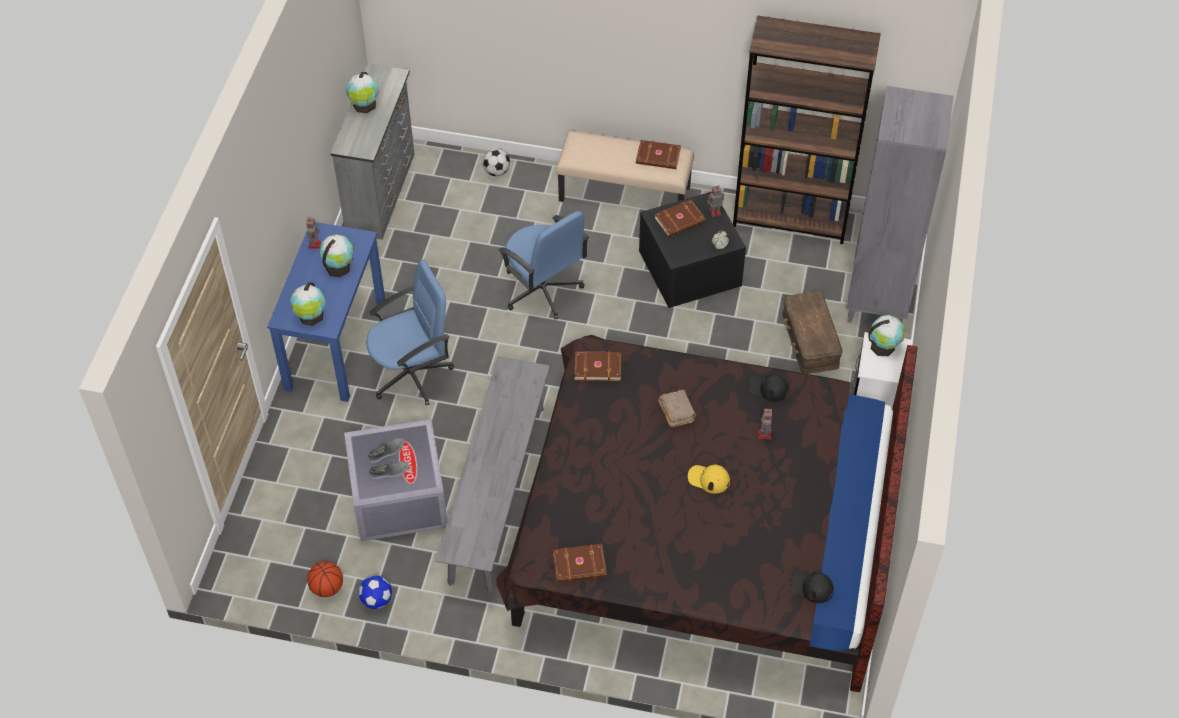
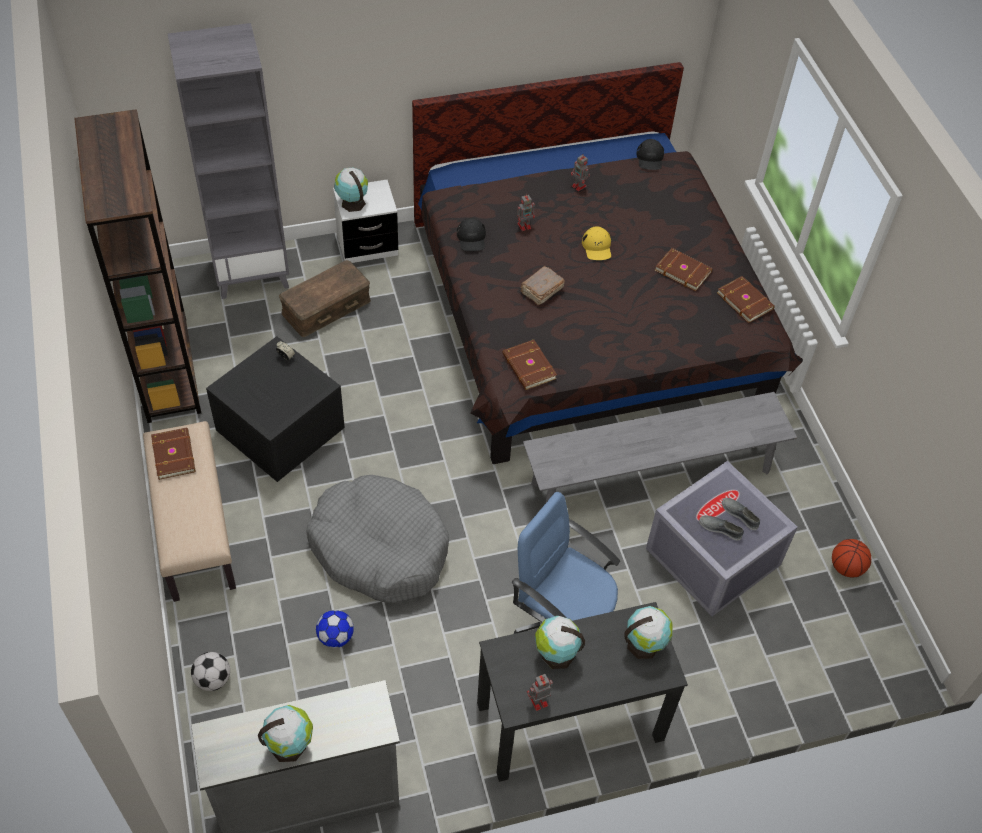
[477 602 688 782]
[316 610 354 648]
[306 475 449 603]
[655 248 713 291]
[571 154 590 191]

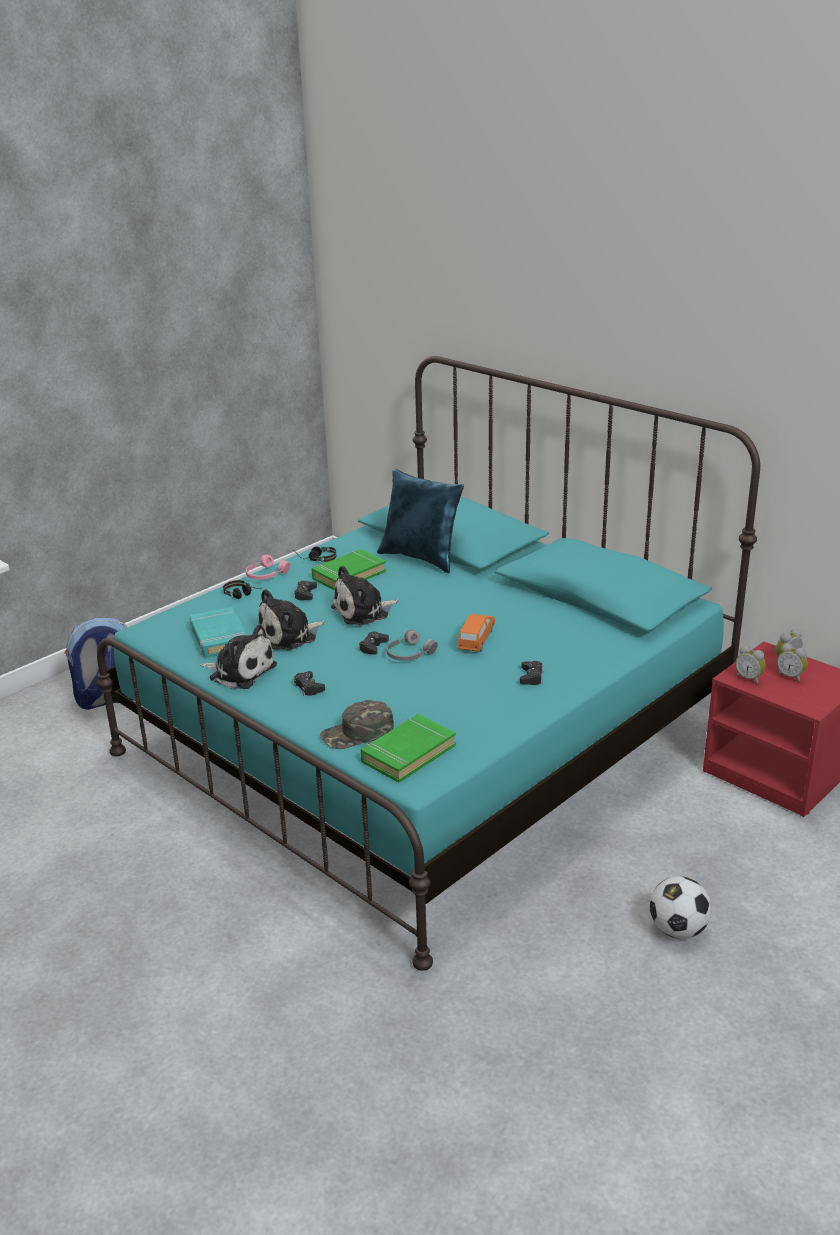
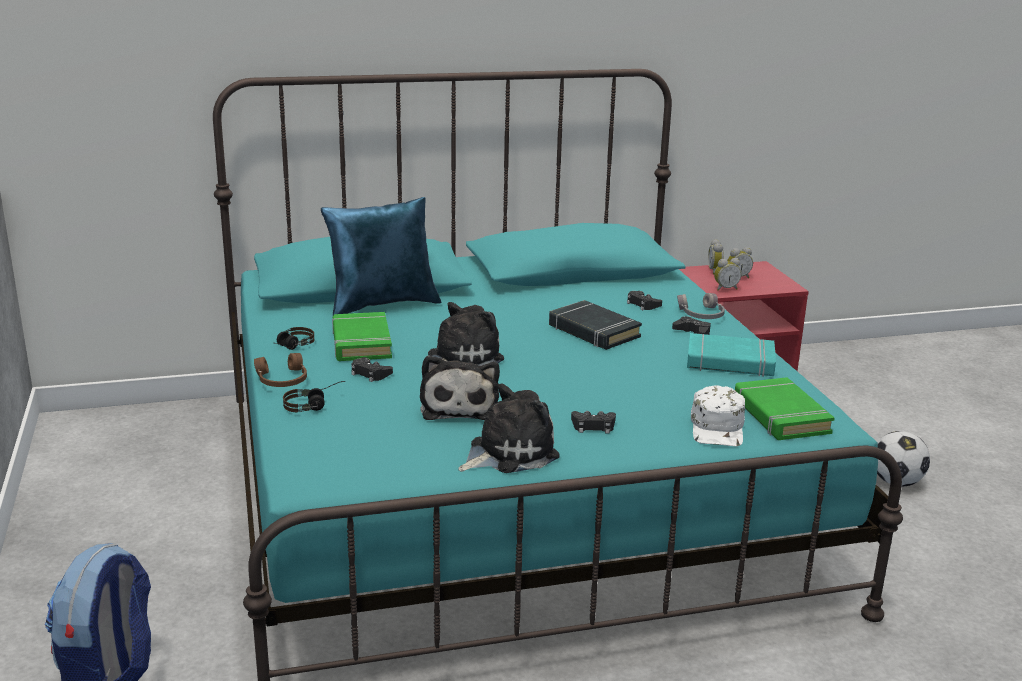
[687 333 776 377]
[254 353 307 387]
[691 385 745 447]
[428 302 504 366]
[627 291 662 310]
[677 293 725 319]
[549 300 642 350]

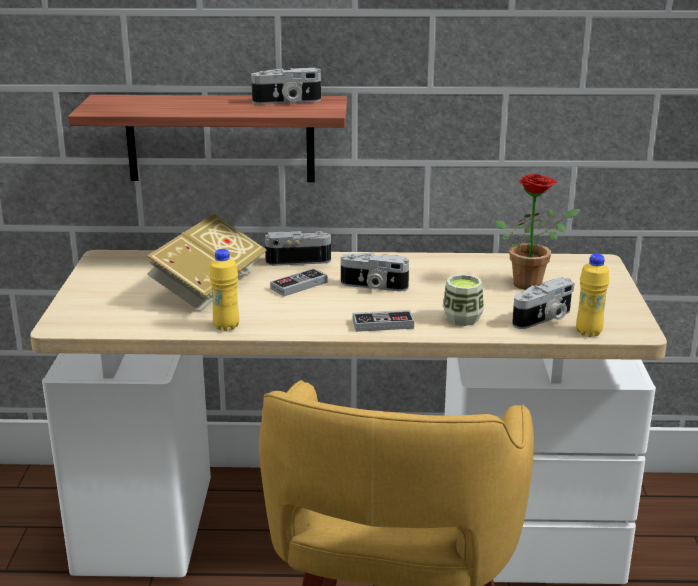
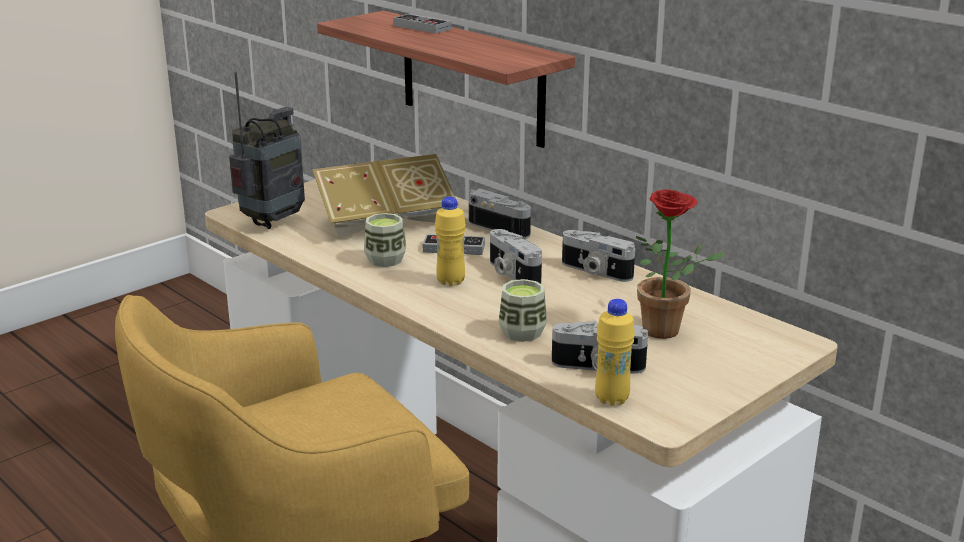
[435 196 466 286]
[562 230 635 282]
[393 14 451 34]
[229 72 305 229]
[364 213 406 267]

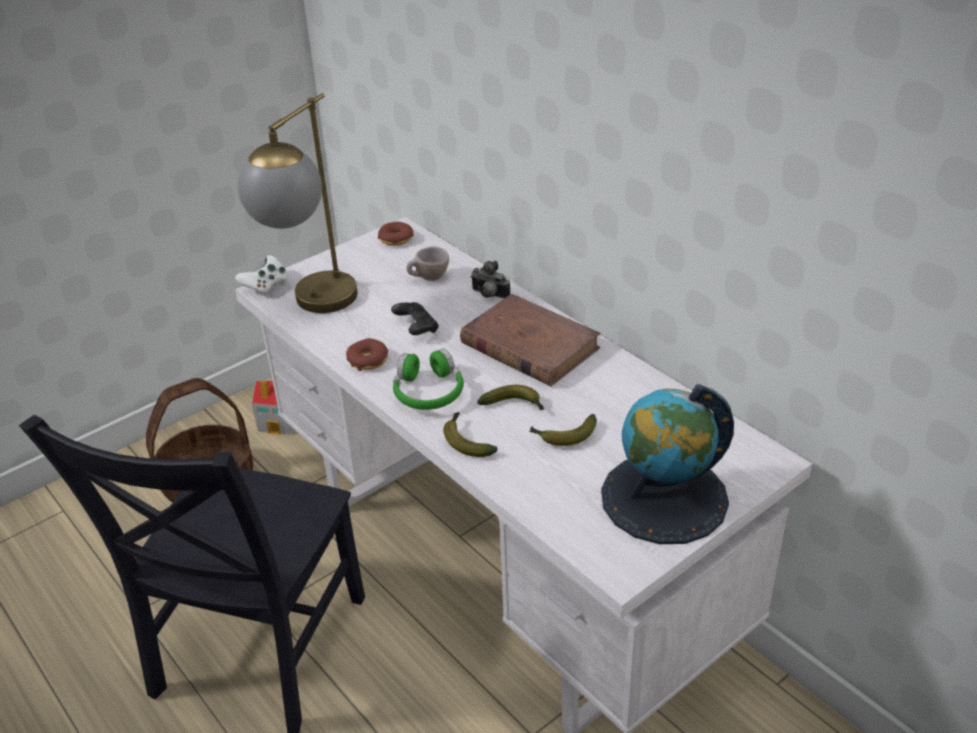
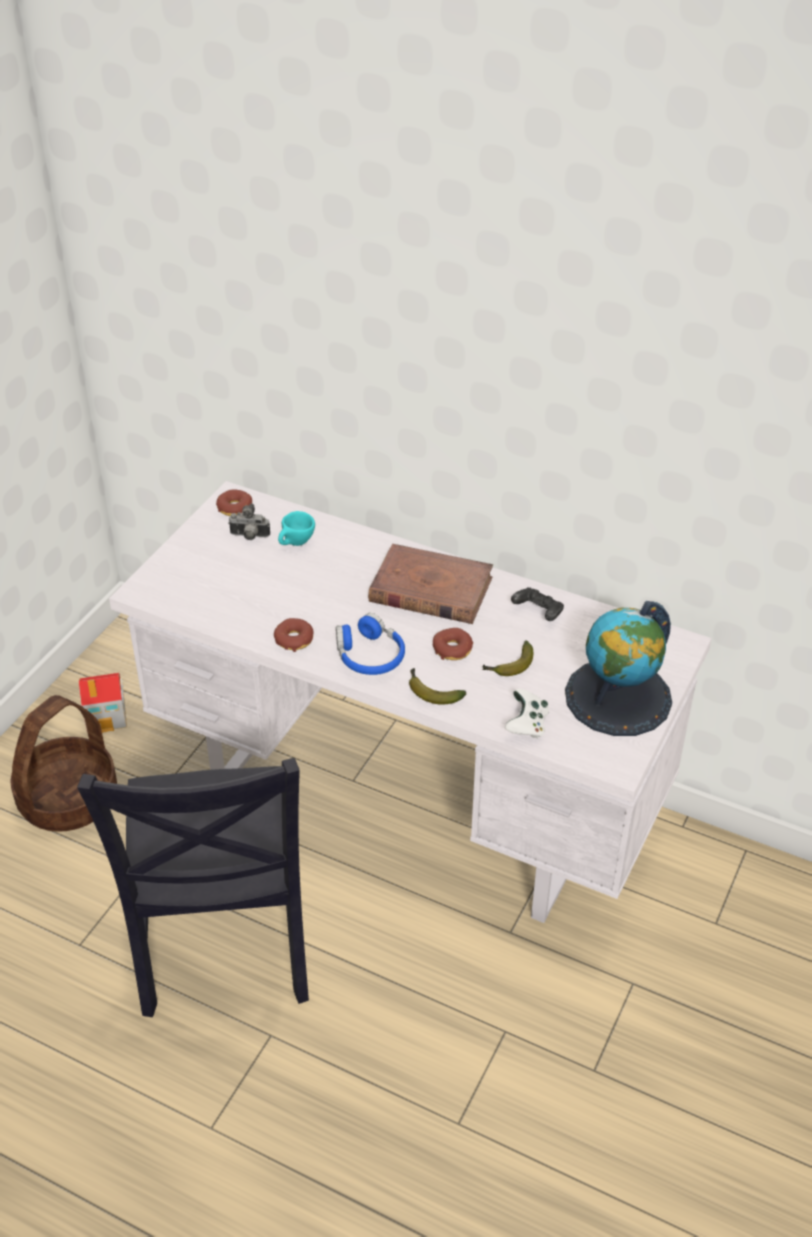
[505 689 549 739]
[237 93 357 313] (first image)
[511 587 564 621]
[336 613 405 675]
[278 511 315 546]
[228 504 270 540]
[433 628 473 660]

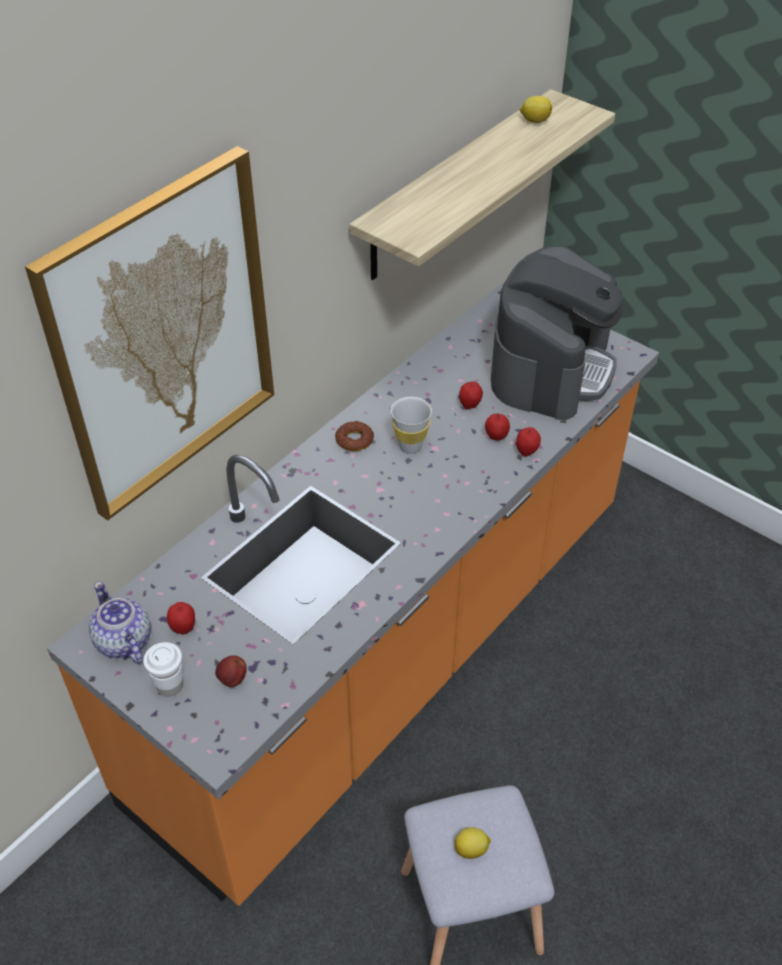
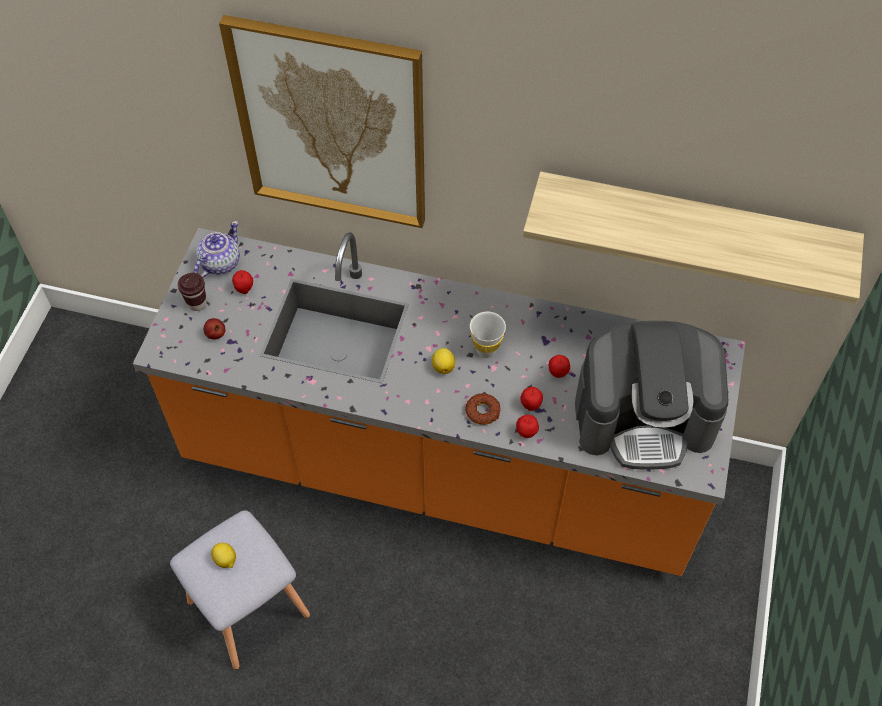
[177 273 207 311]
[465 393 501 425]
[432 348 455 374]

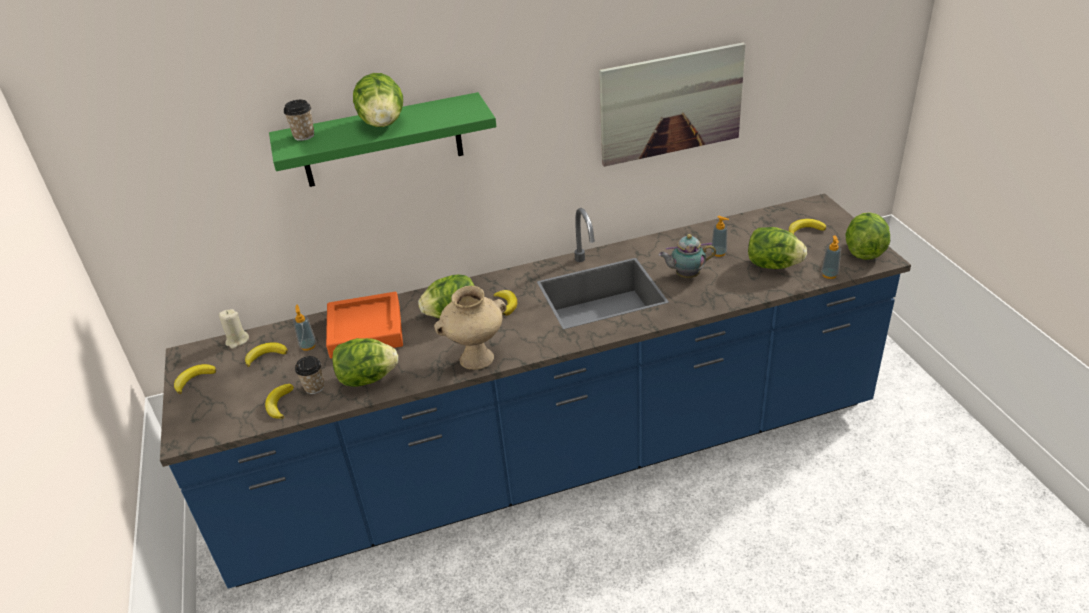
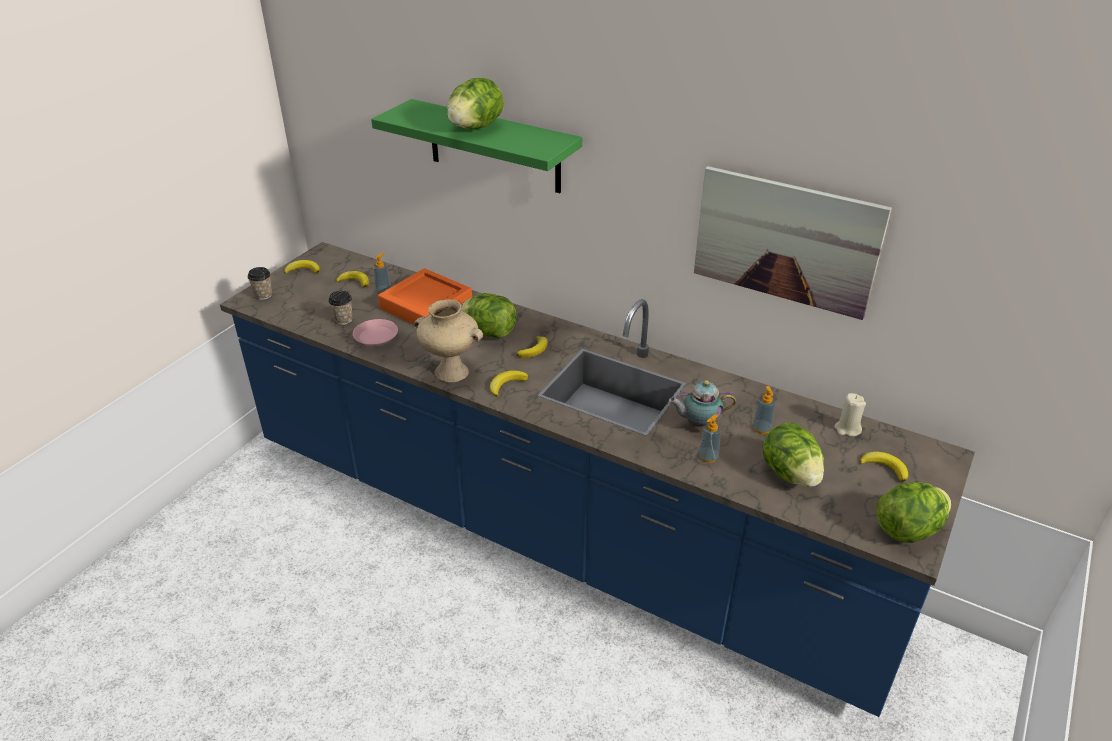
[834 393 866 437]
[490 370 528 397]
[248 267 272 300]
[353 319 398 346]
[669 380 736 430]
[699 414 721 463]

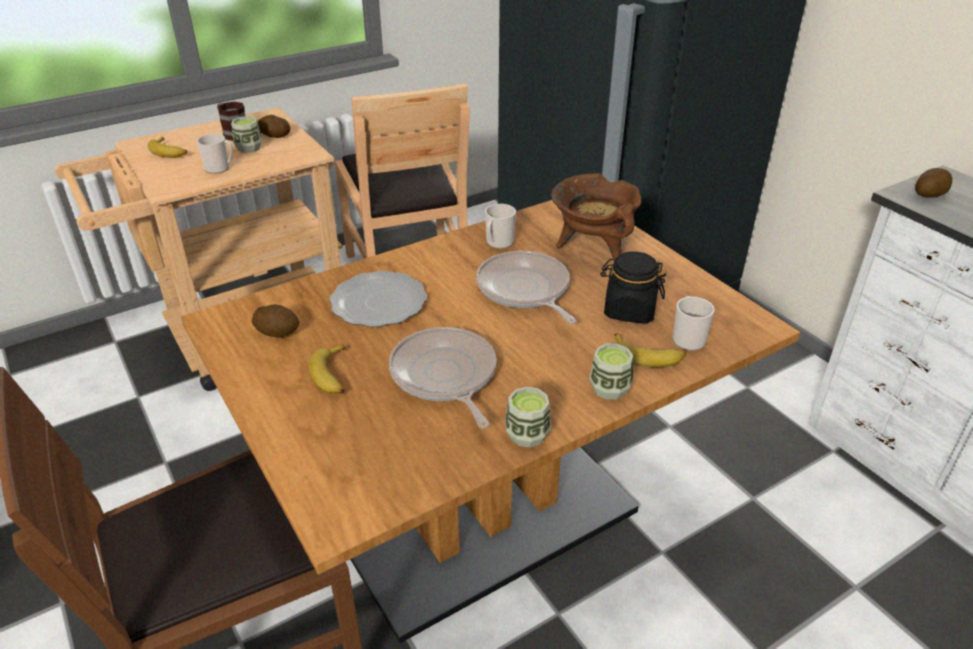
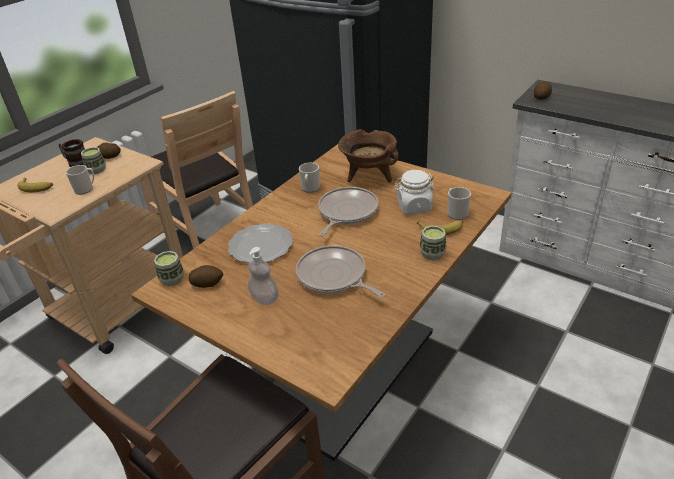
[248 247 278 305]
[318 187 379 236]
[154 251 184 286]
[394 170 435 214]

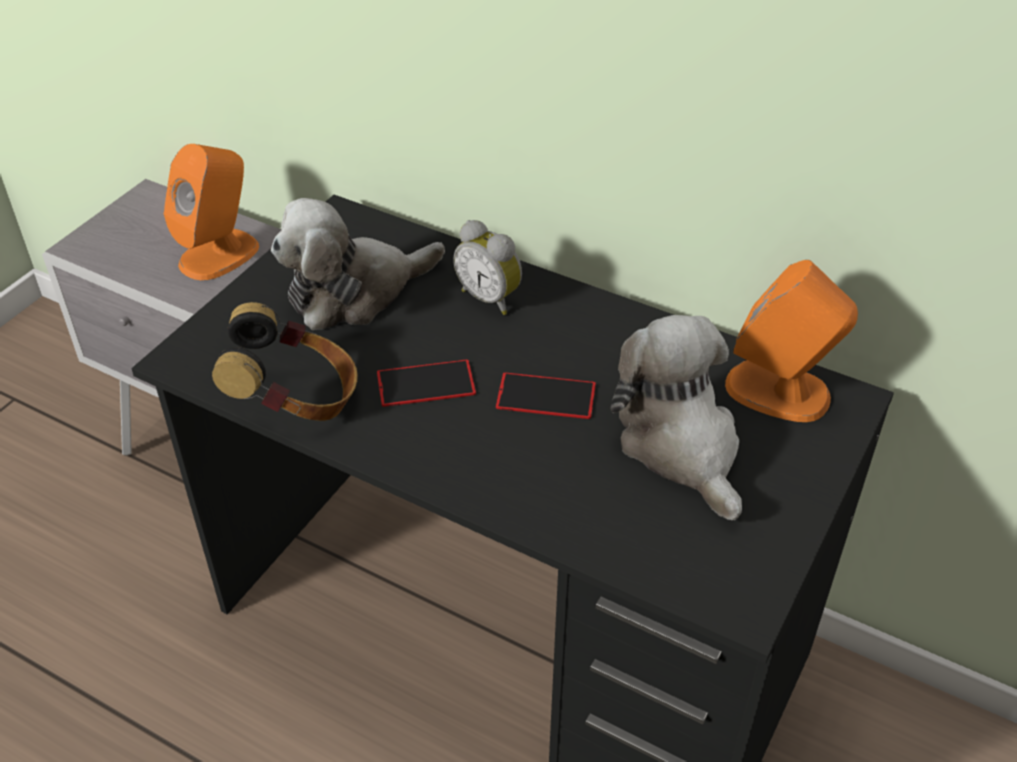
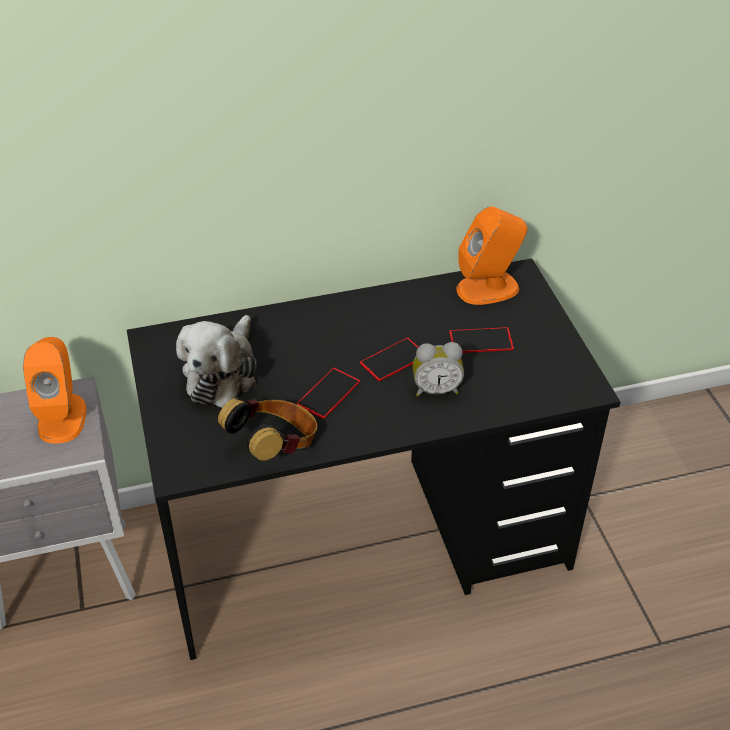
[413 342 464 397]
[449 327 514 353]

